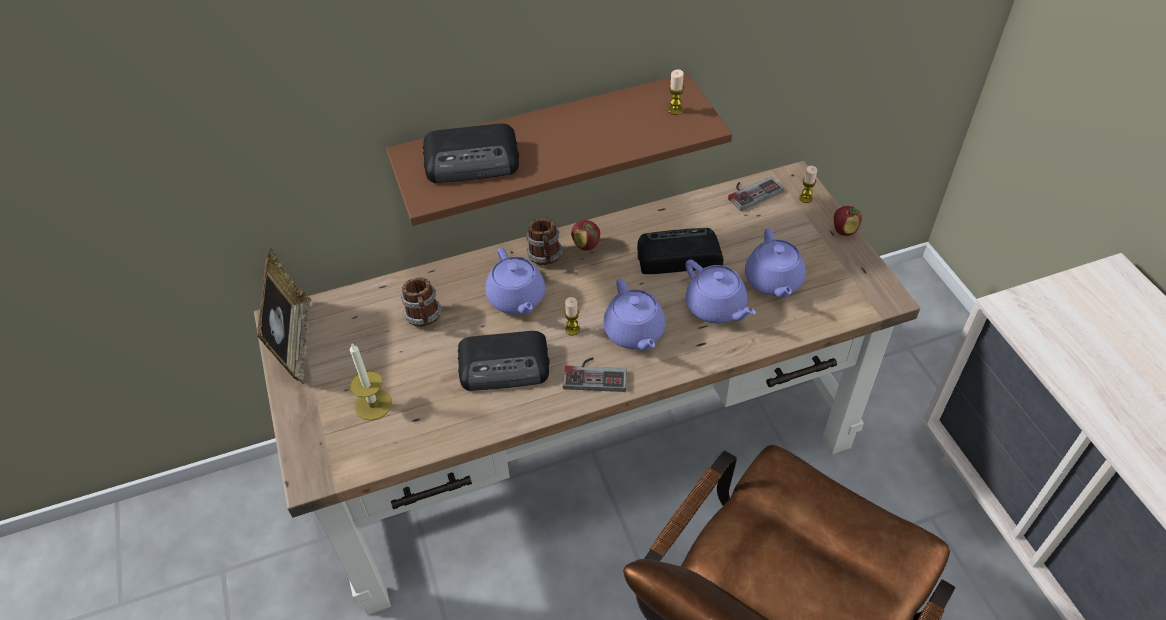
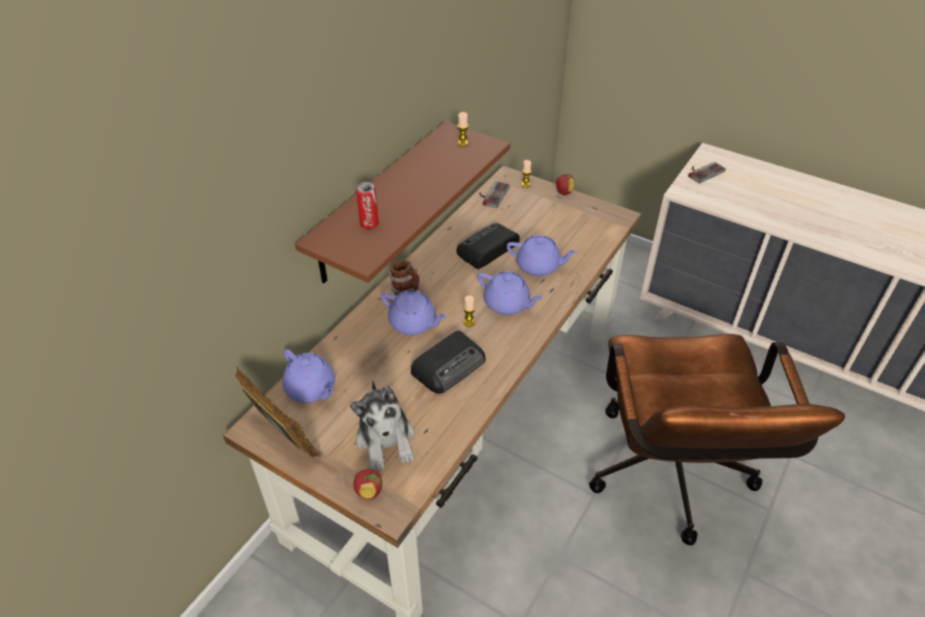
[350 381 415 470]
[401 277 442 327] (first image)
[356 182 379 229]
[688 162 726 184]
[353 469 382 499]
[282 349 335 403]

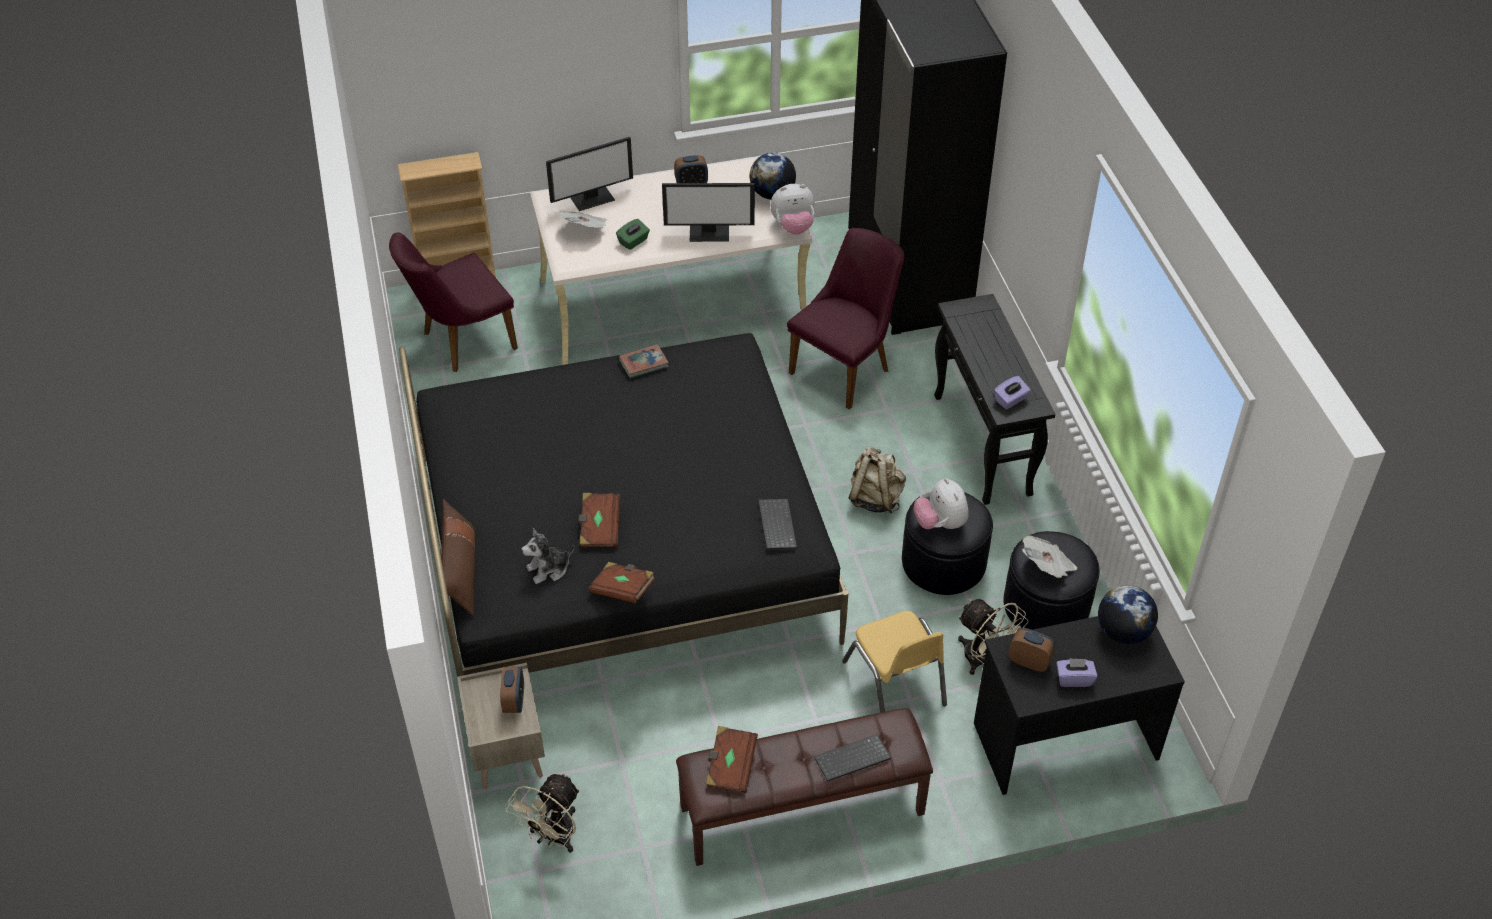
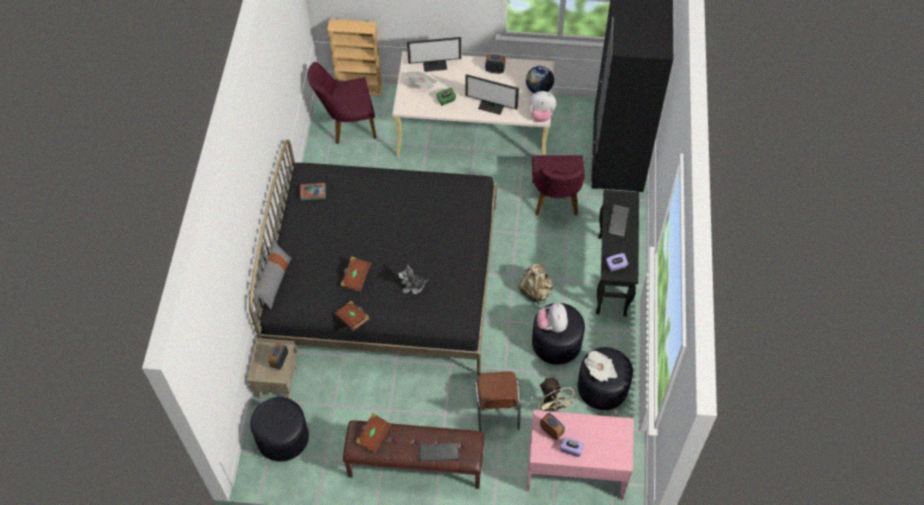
[253 240 292 310]
[250 397 309 462]
[398 265 429 294]
[300 183 326 200]
[608 204 629 237]
[532 155 585 215]
[474 371 521 432]
[527 410 633 500]
[1098 585 1158 644] (first image)

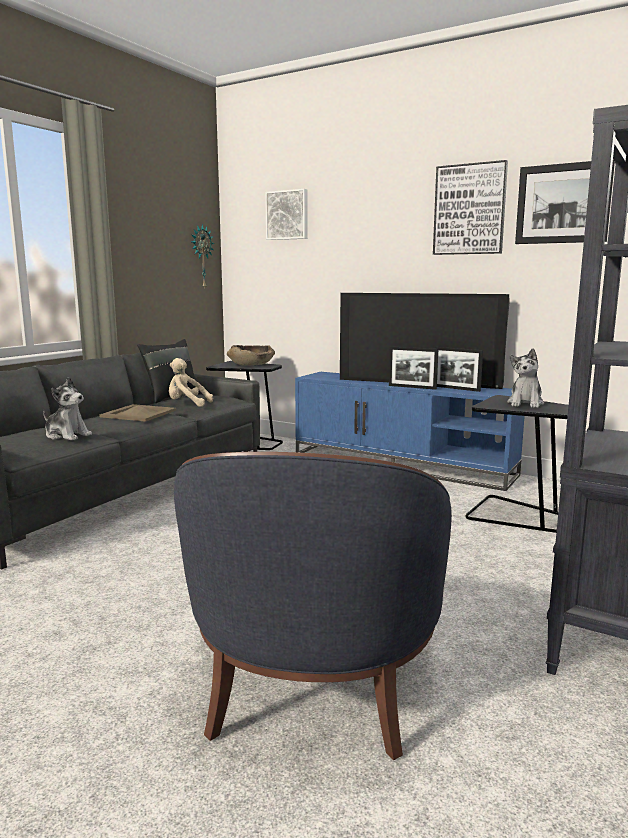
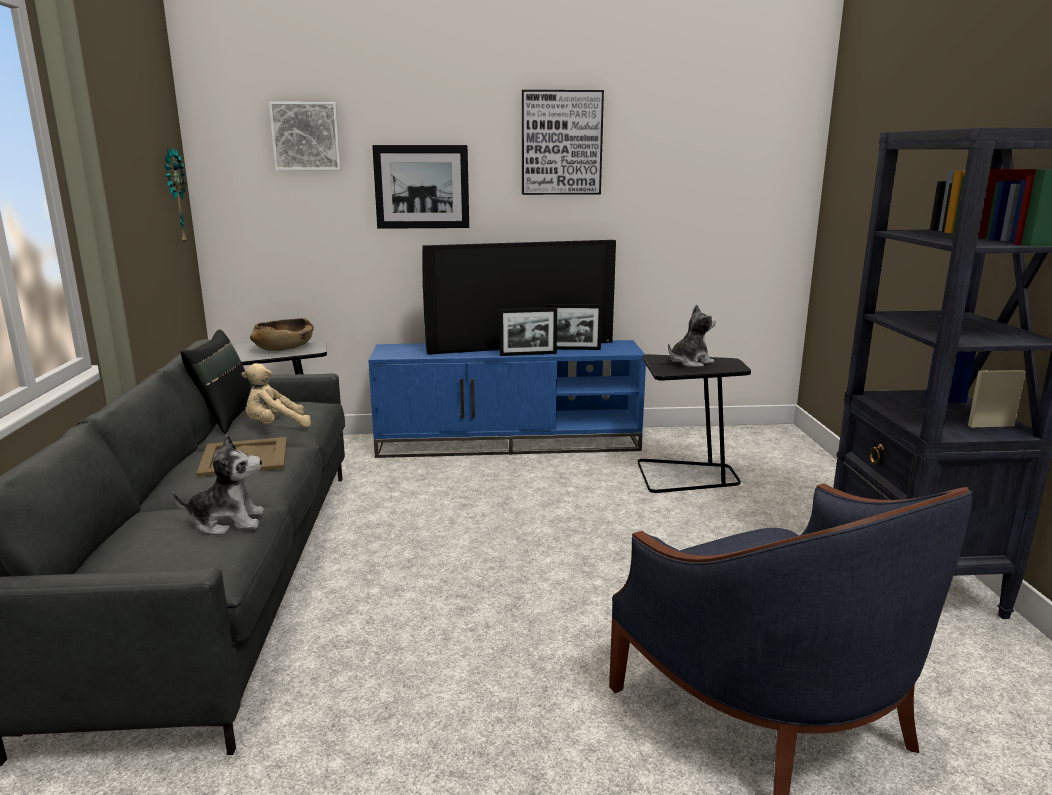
[668 304 716 367]
[372 145 469 229]

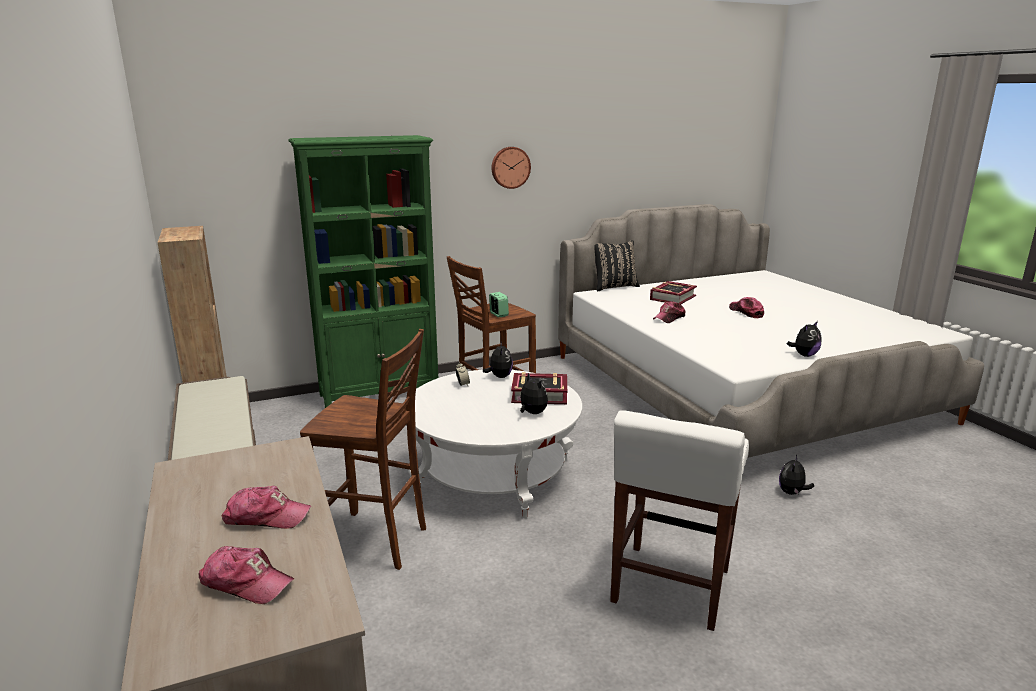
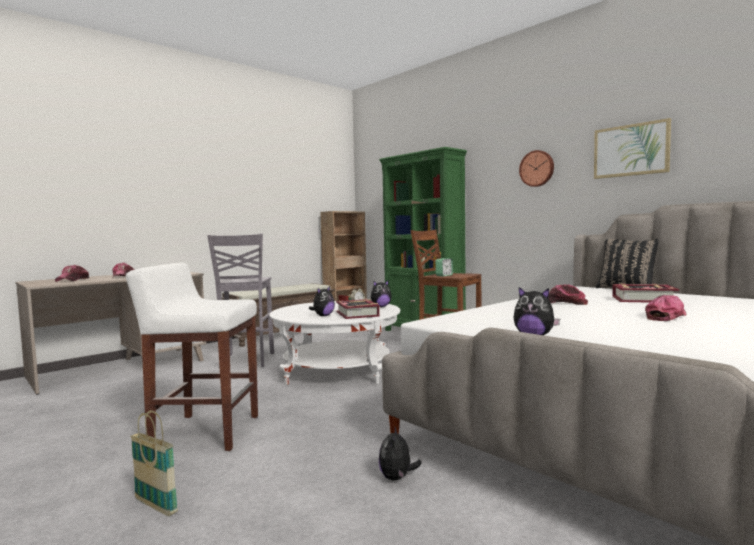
[207 233 274 367]
[379 427 422 481]
[130 410 178 516]
[594 118 671 179]

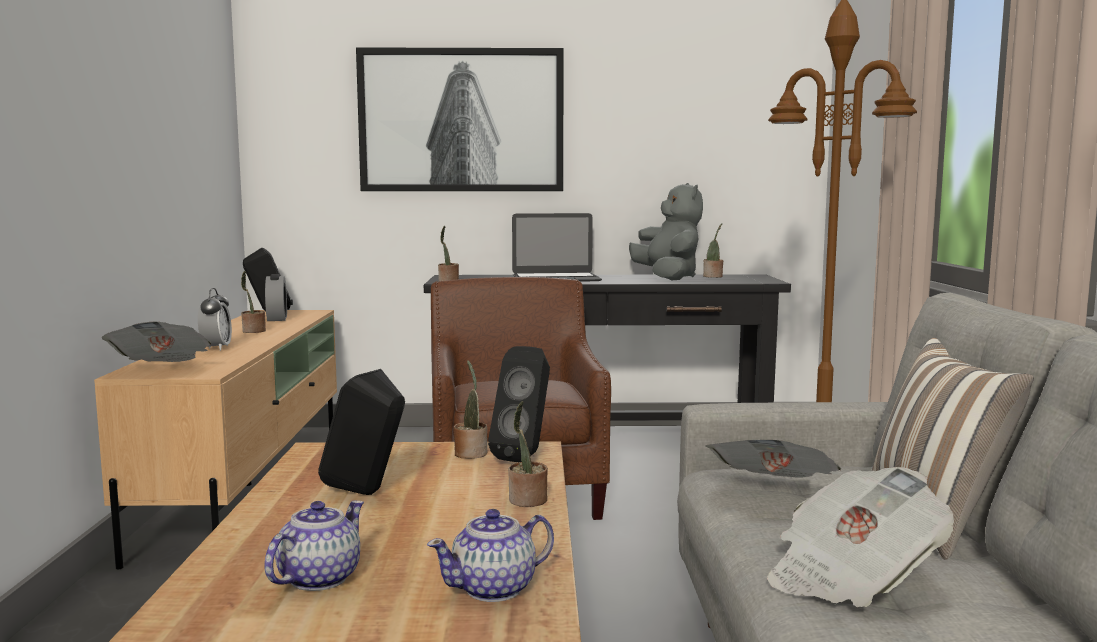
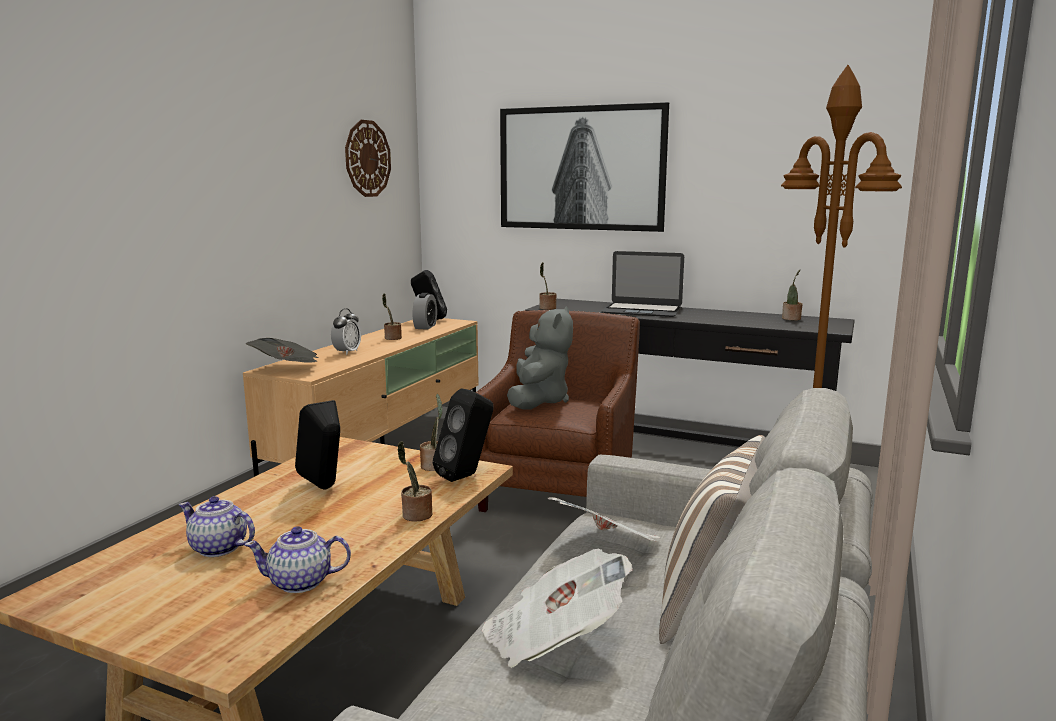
[179 496 255 557]
[507 306 573 410]
[345 120 391 197]

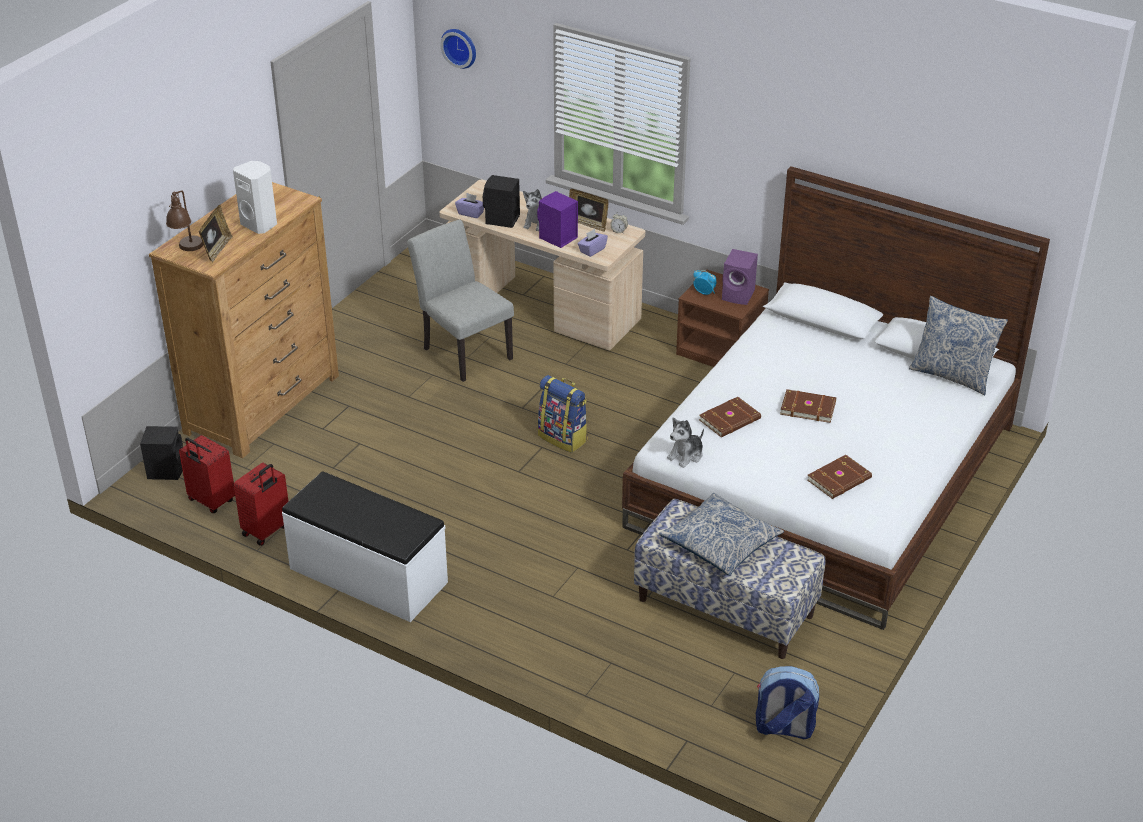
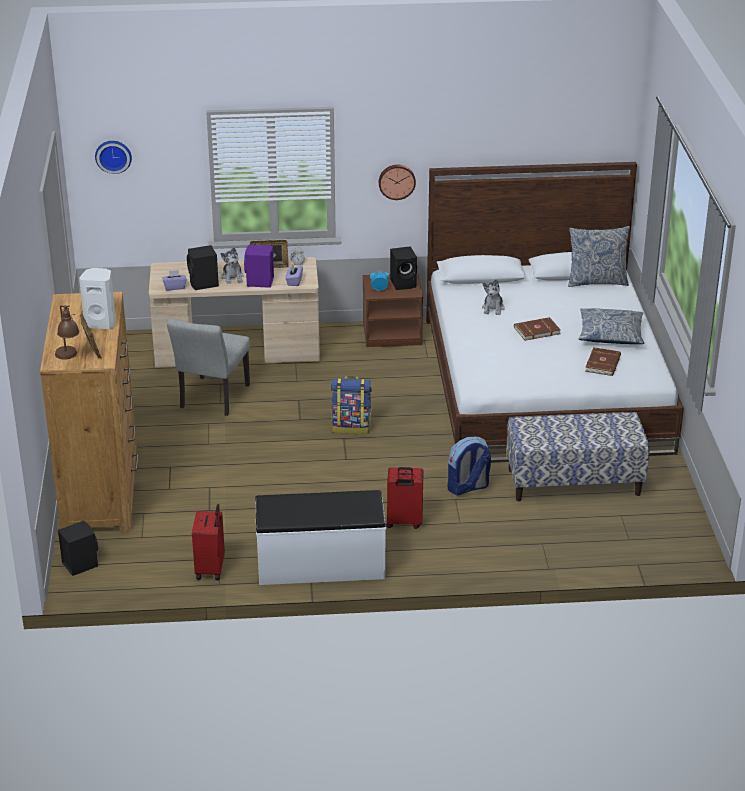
[386 467 424 529]
[167 319 250 416]
[578 308 644 344]
[482 279 505 315]
[699 397 761 437] (first image)
[390 246 417 290]
[448 437 491 495]
[379 165 416 200]

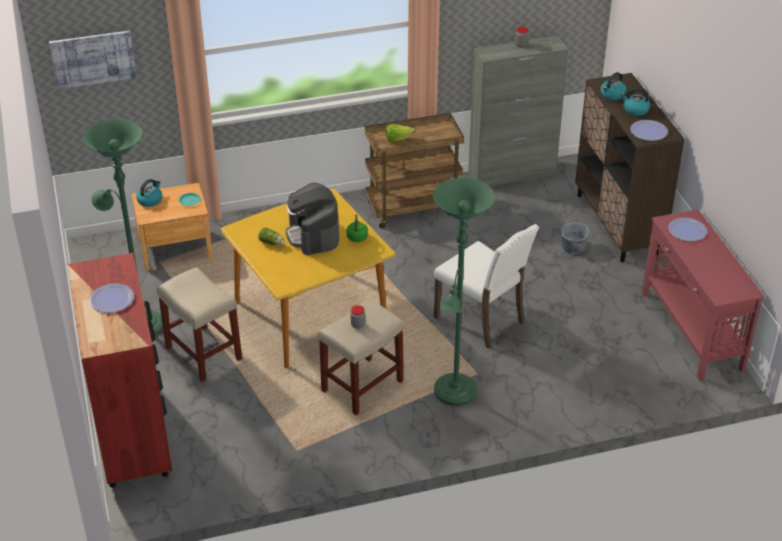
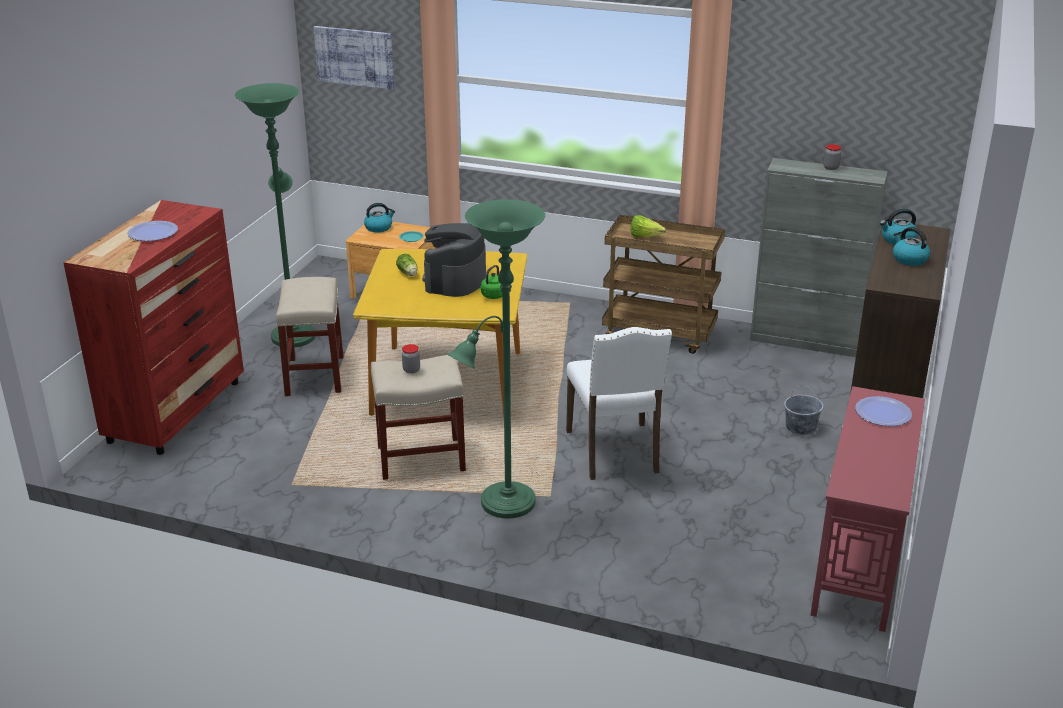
[630 120 668 141] (first image)

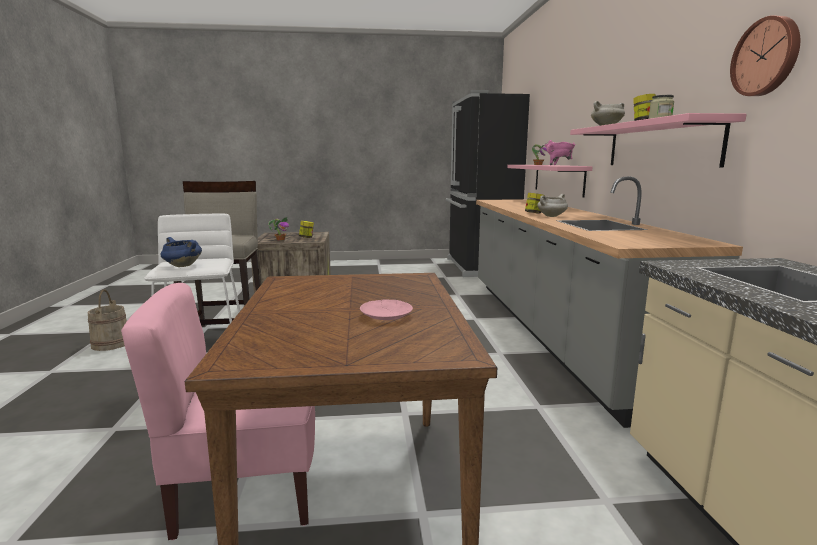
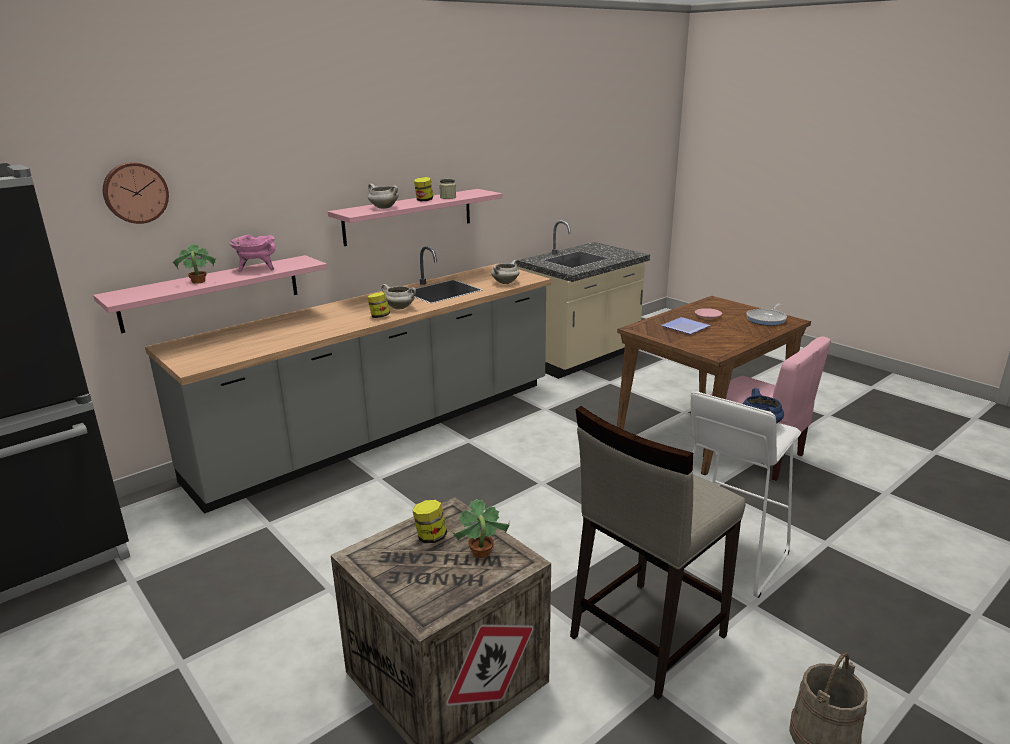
[103 162 169 224]
[491 260 519 284]
[661 317 711 334]
[746 303 787 326]

